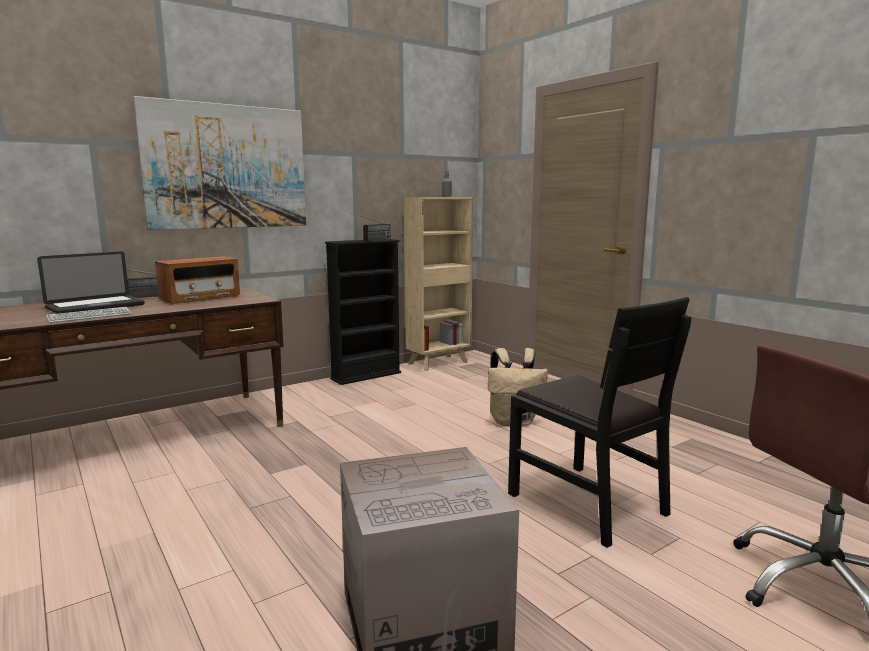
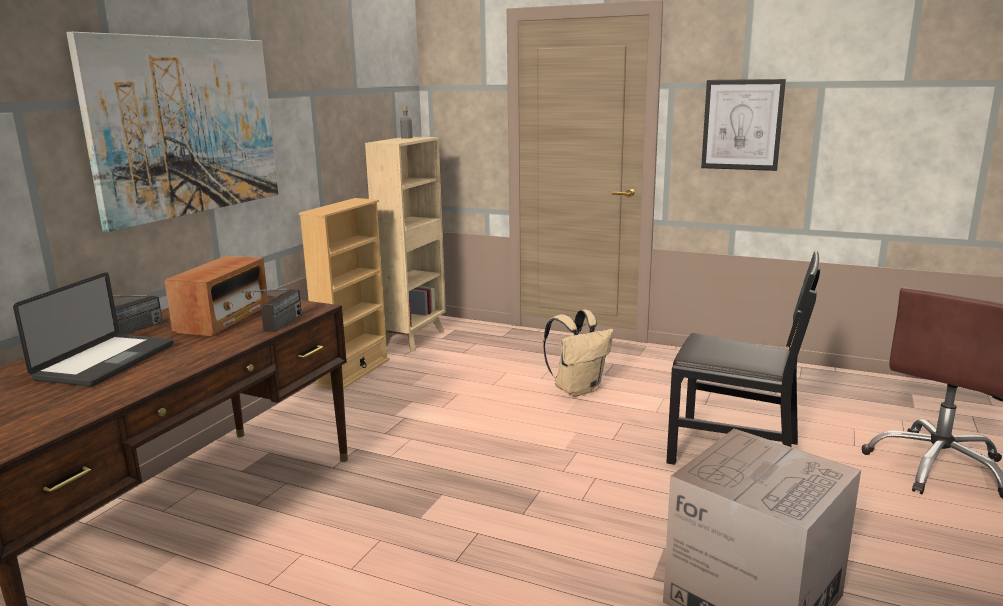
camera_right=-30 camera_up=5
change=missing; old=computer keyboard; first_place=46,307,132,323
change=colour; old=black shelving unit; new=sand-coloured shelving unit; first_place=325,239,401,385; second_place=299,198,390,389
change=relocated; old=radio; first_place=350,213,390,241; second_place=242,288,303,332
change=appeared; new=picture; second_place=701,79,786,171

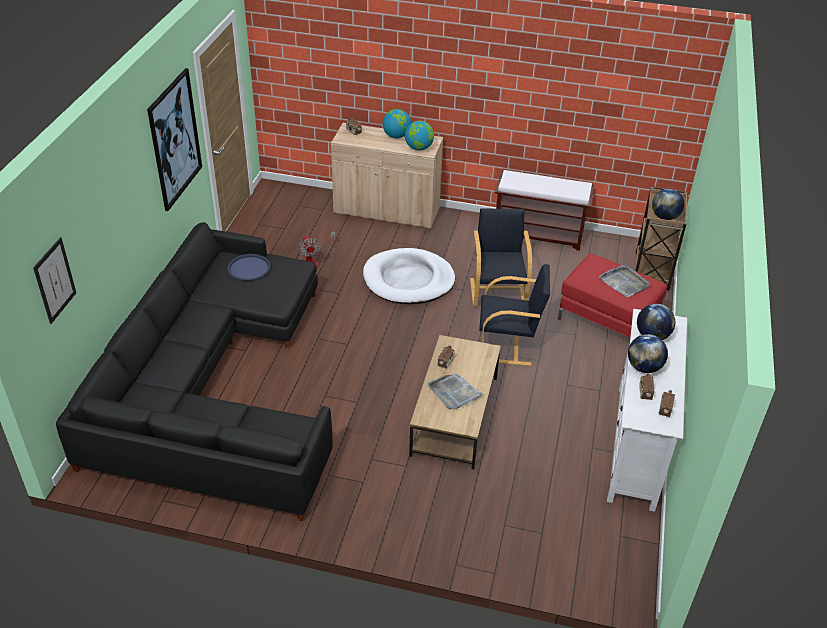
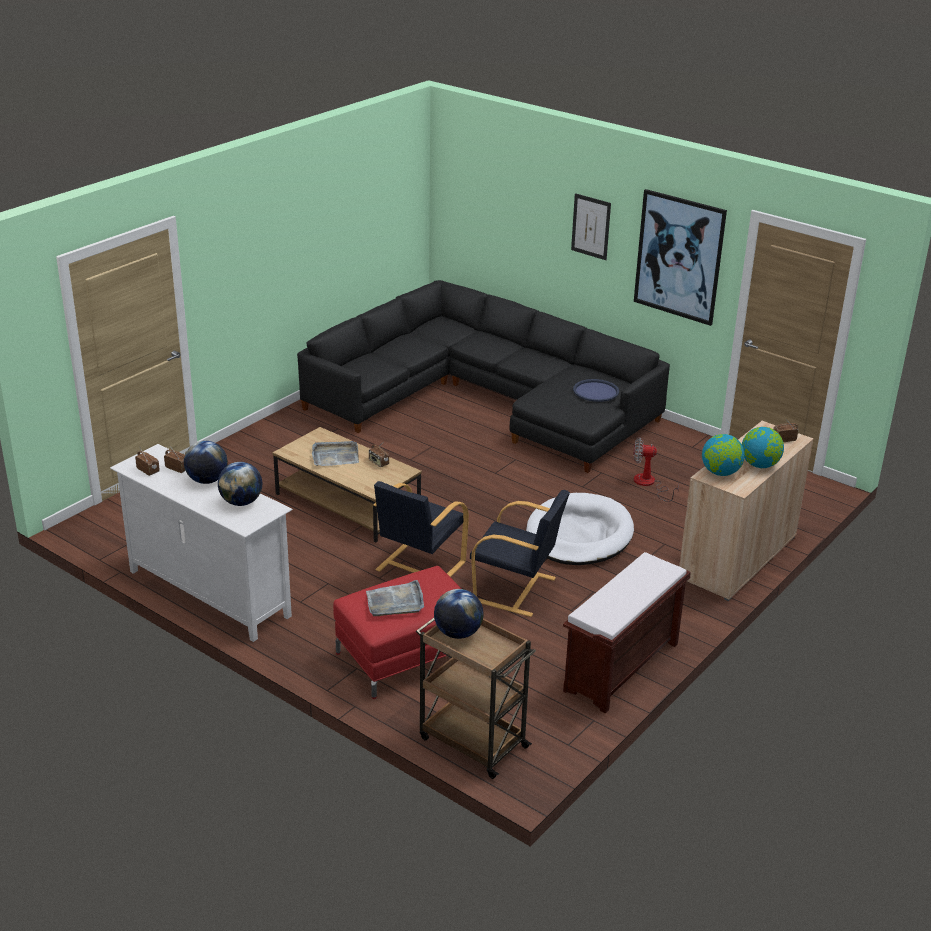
camera_right=115 camera_up=-10
change=relocated; old=picture; first_place=33,237,76,324; second_place=571,193,611,260

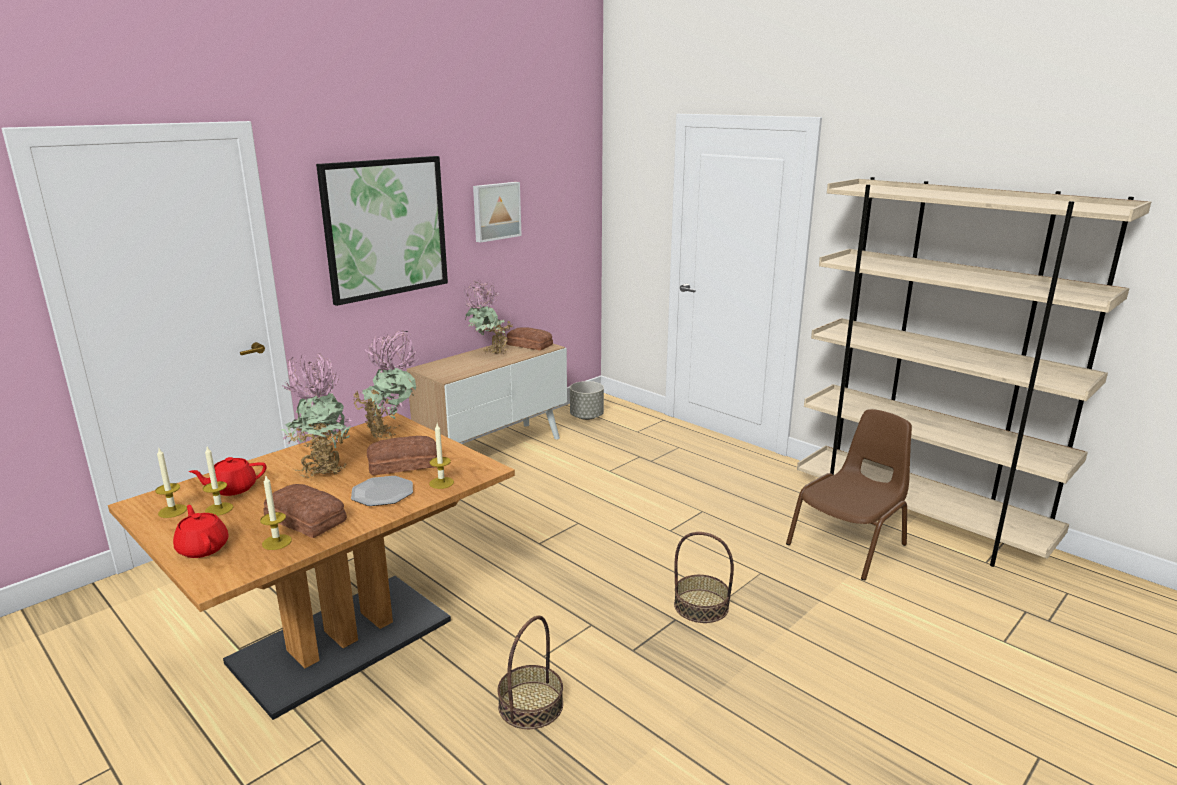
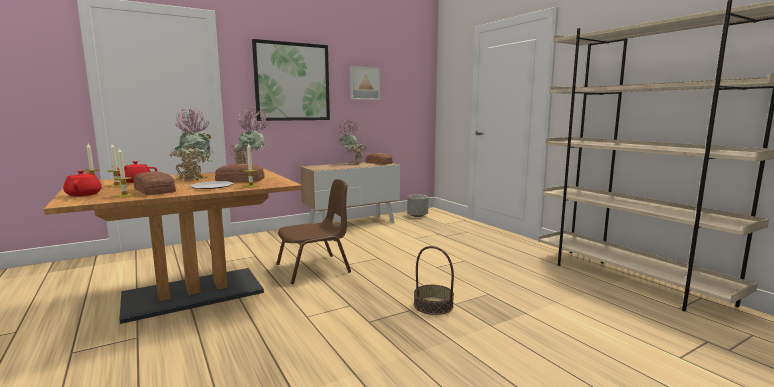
camera_right=15 camera_up=-10
change=missing; old=storage basket; first_place=498,616,563,729
change=relocated; old=brownish chair; first_place=786,409,912,580; second_place=277,179,351,284

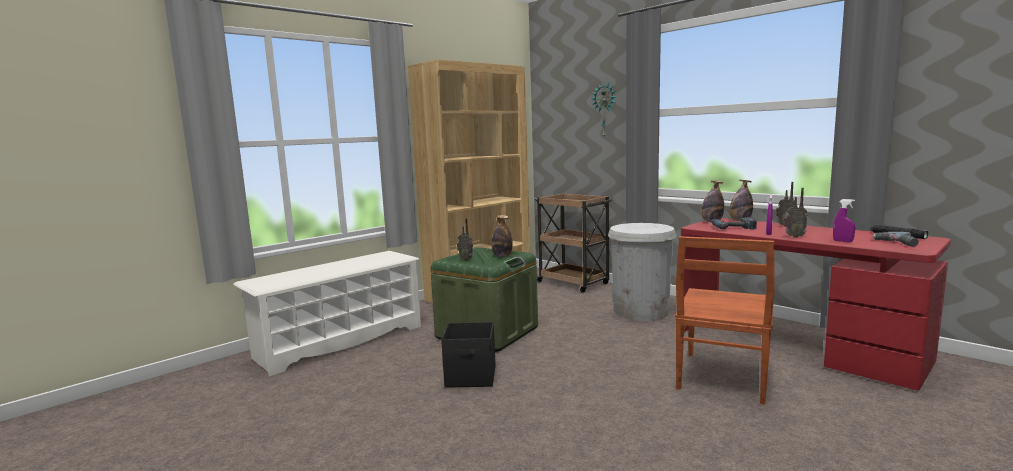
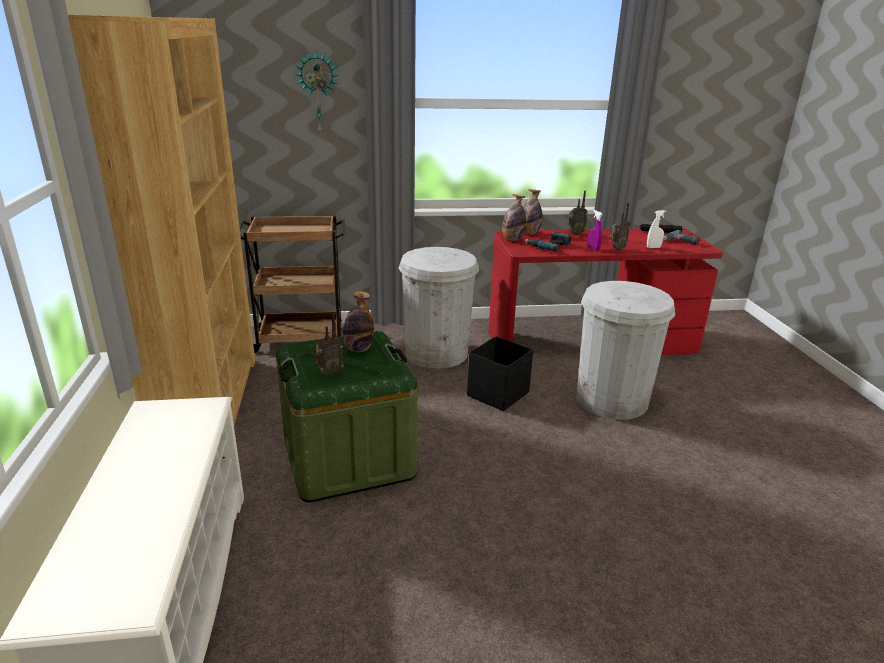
camera_right=-55 camera_up=15
change=relocated; old=black storage container; first_place=441,322,496,388; second_place=467,336,533,411
change=exchanged; old=brownish chair; new=whitish rubbish bin; first_place=675,236,775,404; second_place=576,281,675,419
change=colour; old=purplish spray bottle; new=whitish spray bottle; first_place=833,199,855,242; second_place=647,210,666,248

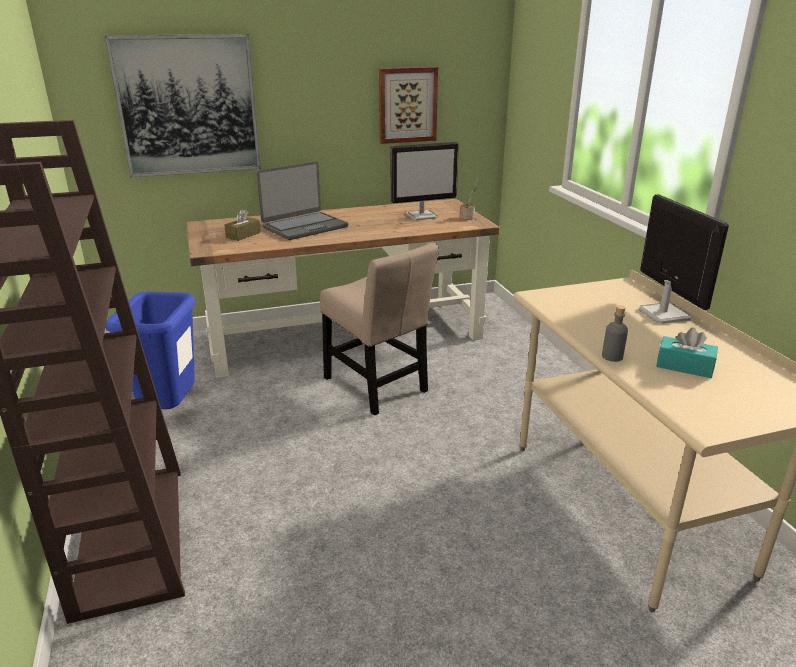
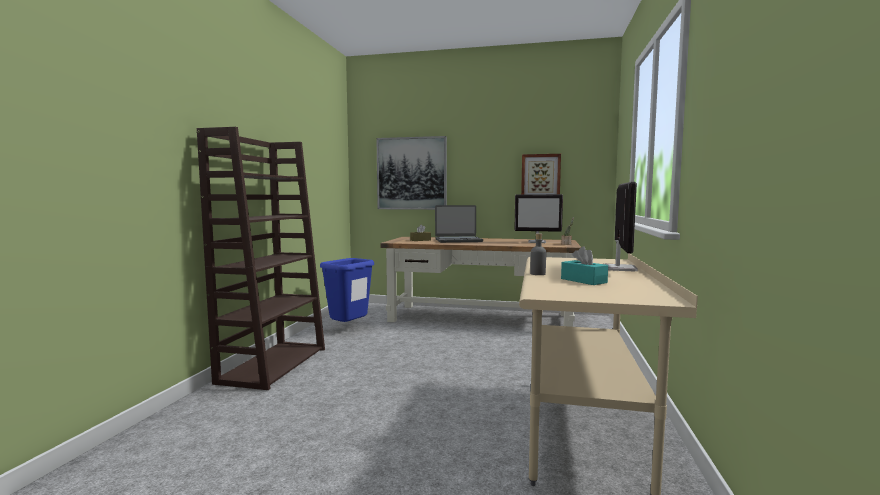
camera_right=30 camera_up=-20
change=missing; old=sand-coloured chair; first_place=320,243,439,415

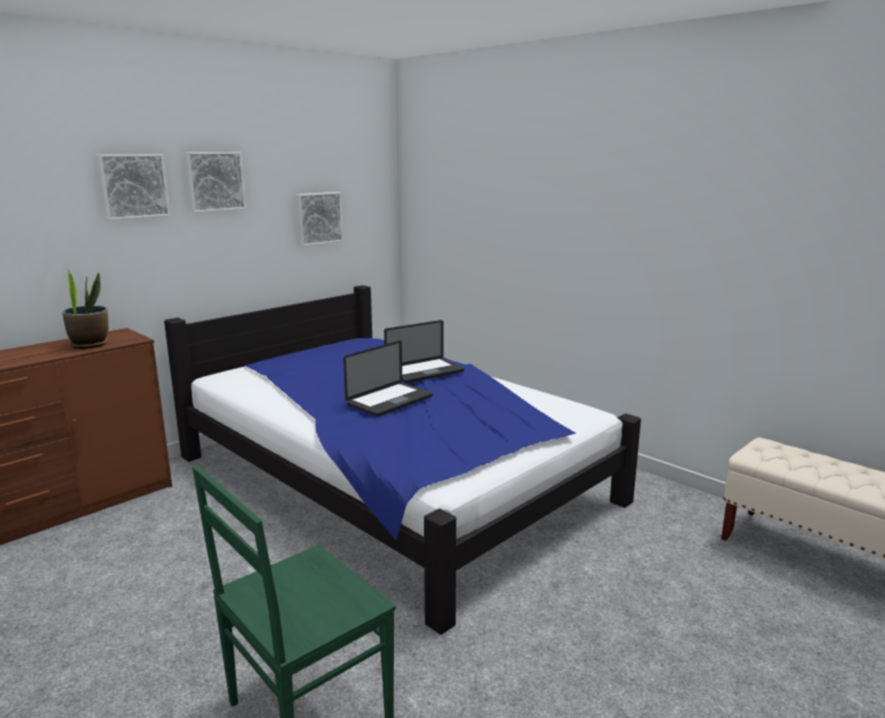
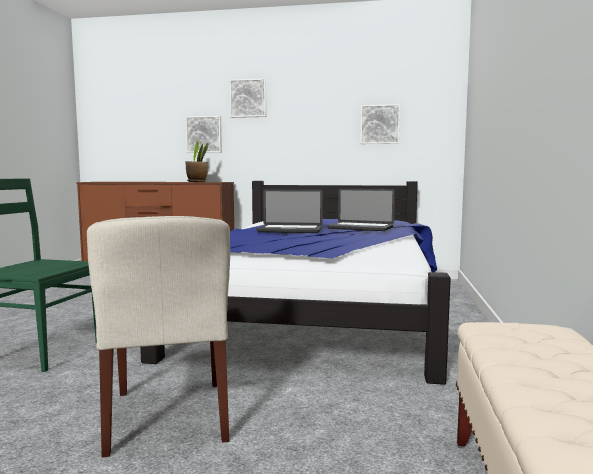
camera_right=55 camera_up=-10
change=relocated; old=picture; first_place=184,152,246,213; second_place=186,116,222,153
change=appeared; new=sand-coloured chair; second_place=87,216,230,457

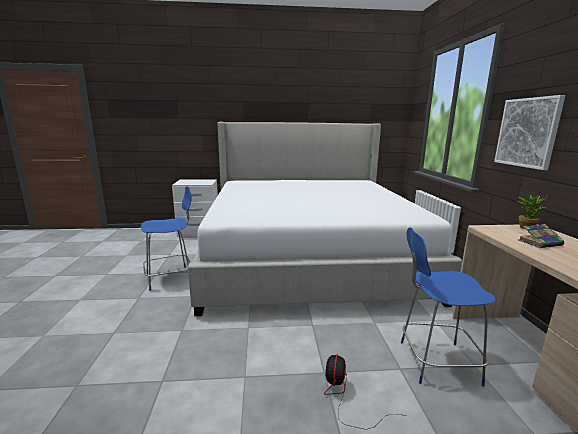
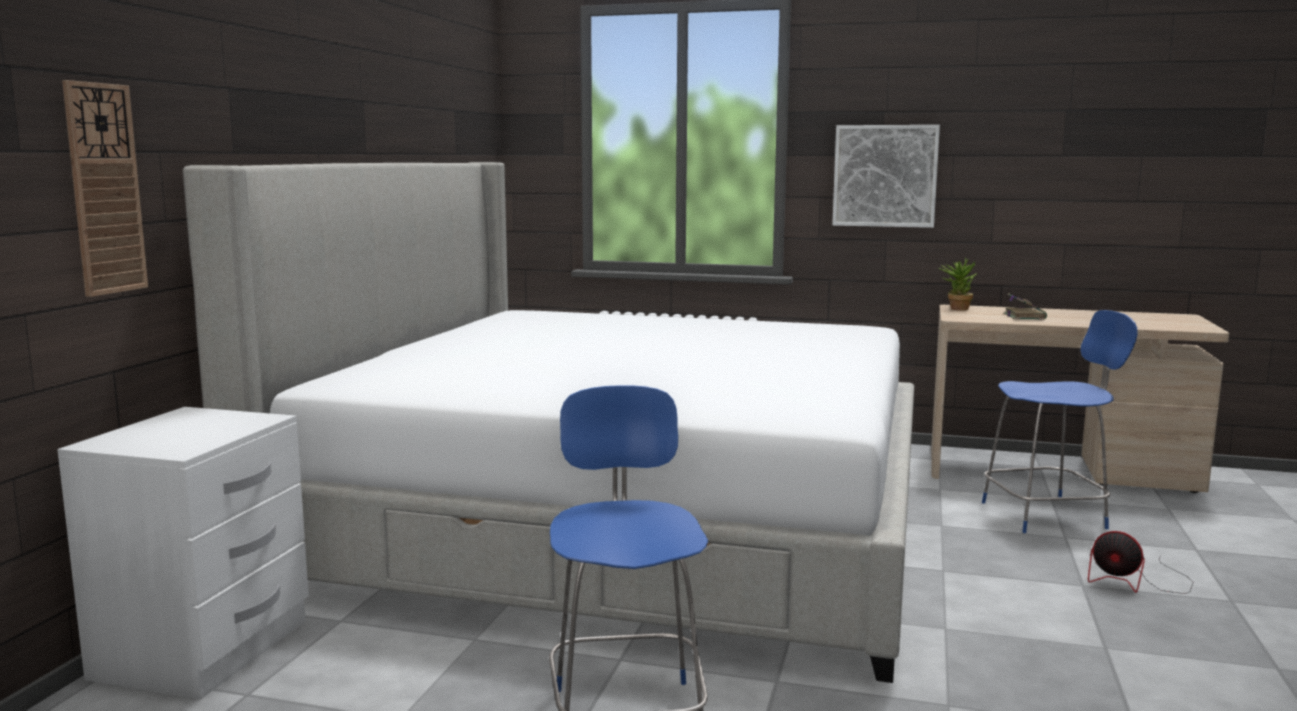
camera_right=-70 camera_up=-5
change=spun; old=blue chair; first_place=401,227,495,387; second_place=982,310,1138,533; degrees=-120
change=appeared; new=hanging clock; second_place=62,80,148,297

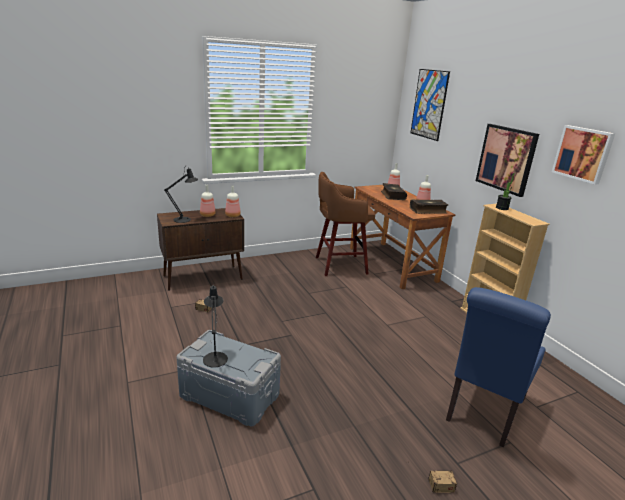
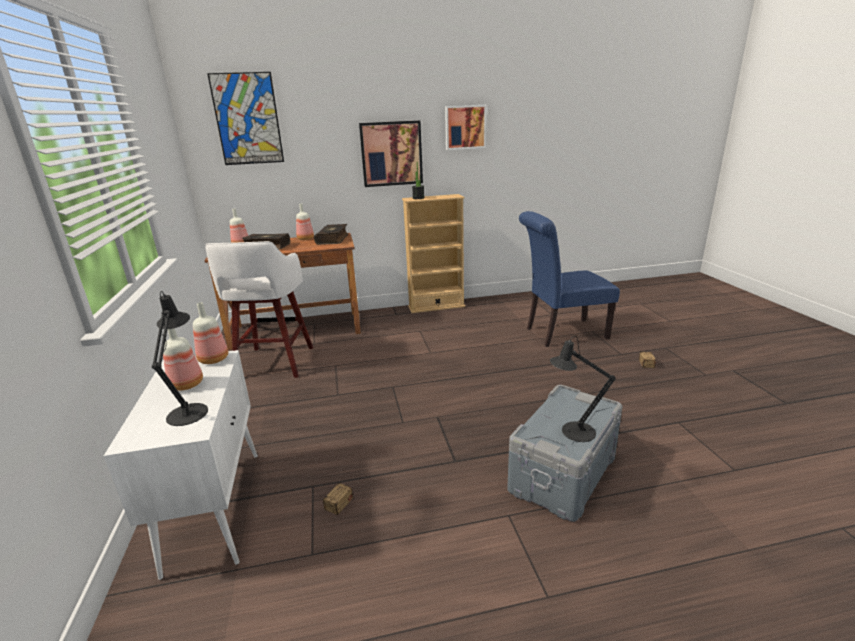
camera_right=-75 camera_up=0
change=colour; old=brownish storage cabinet; new=whitish storage cabinet; first_place=157,208,244,291; second_place=104,350,258,580
change=colour; old=brownish sitting stool; new=whitish sitting stool; first_place=316,172,375,276; second_place=206,241,313,378
change=spun; old=blue chair; first_place=446,287,551,447; second_place=519,211,620,347; degrees=120

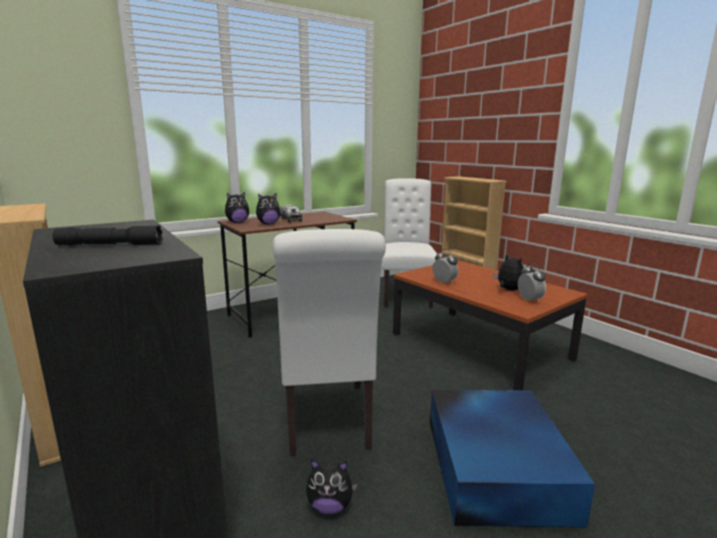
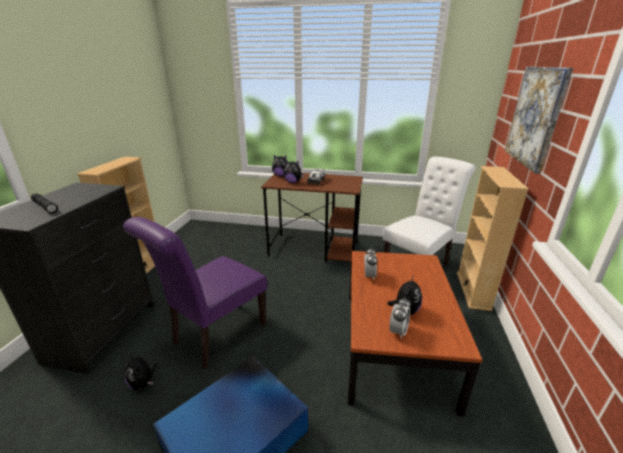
camera_right=45 camera_up=10
change=colour; old=whitish chair; new=purplish chair; first_place=273,229,386,456; second_place=123,217,267,369
change=appeared; new=picture; second_place=505,67,573,174

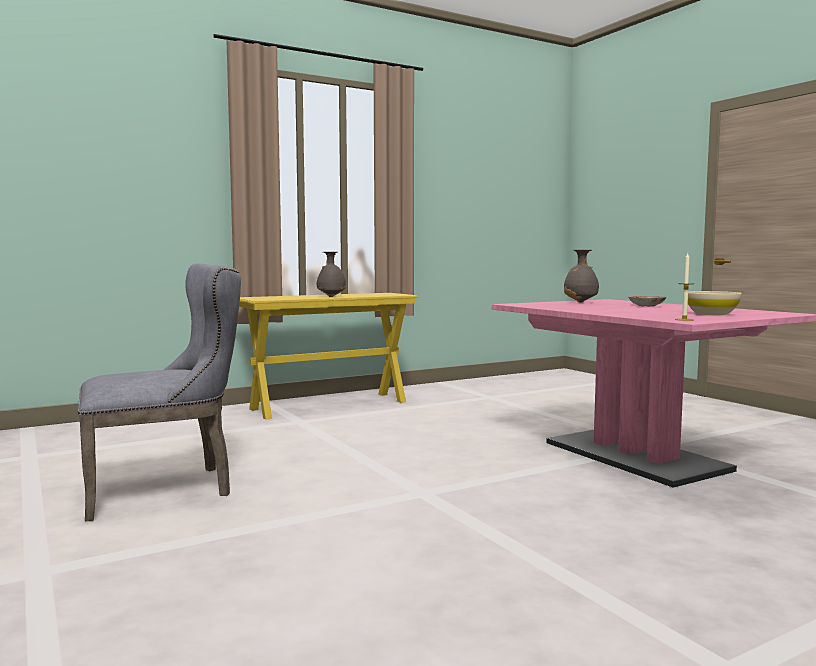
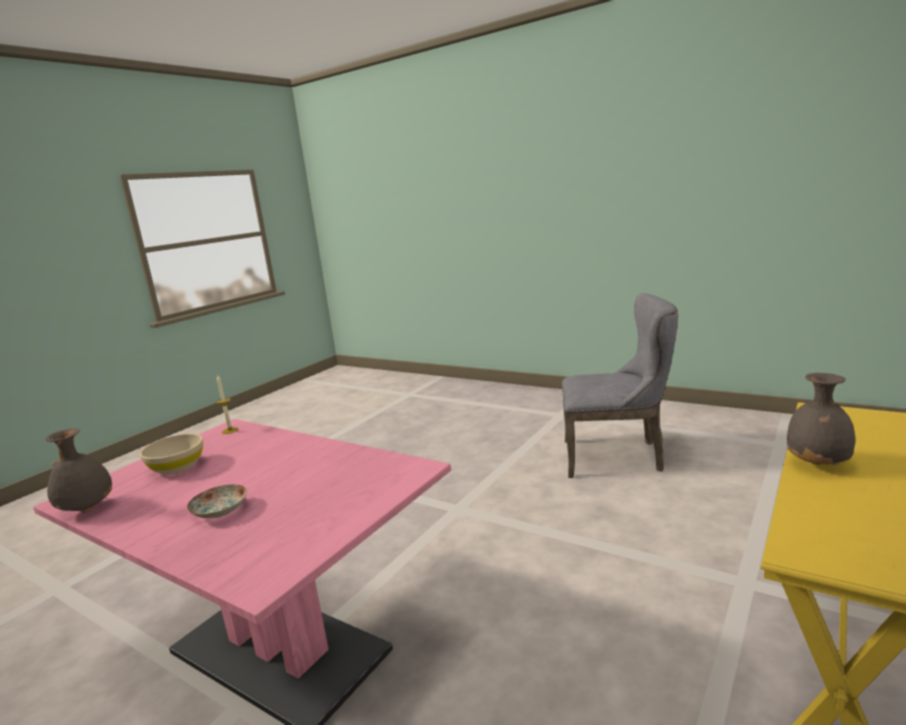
camera_right=155 camera_up=10
change=spun; old=greyish chair; first_place=78,263,241,522; second_place=561,293,678,478; degrees=-120
change=relocated; old=greyish vase; first_place=564,250,599,302; second_place=45,428,112,512

